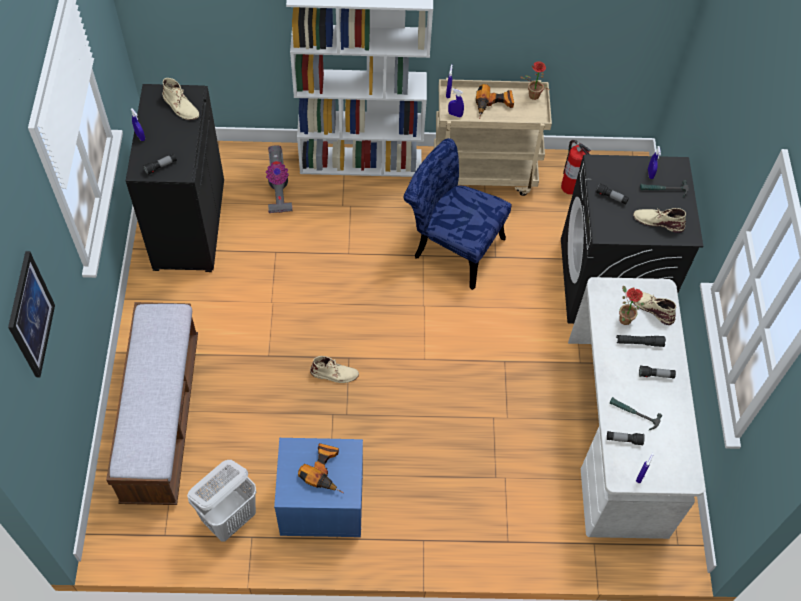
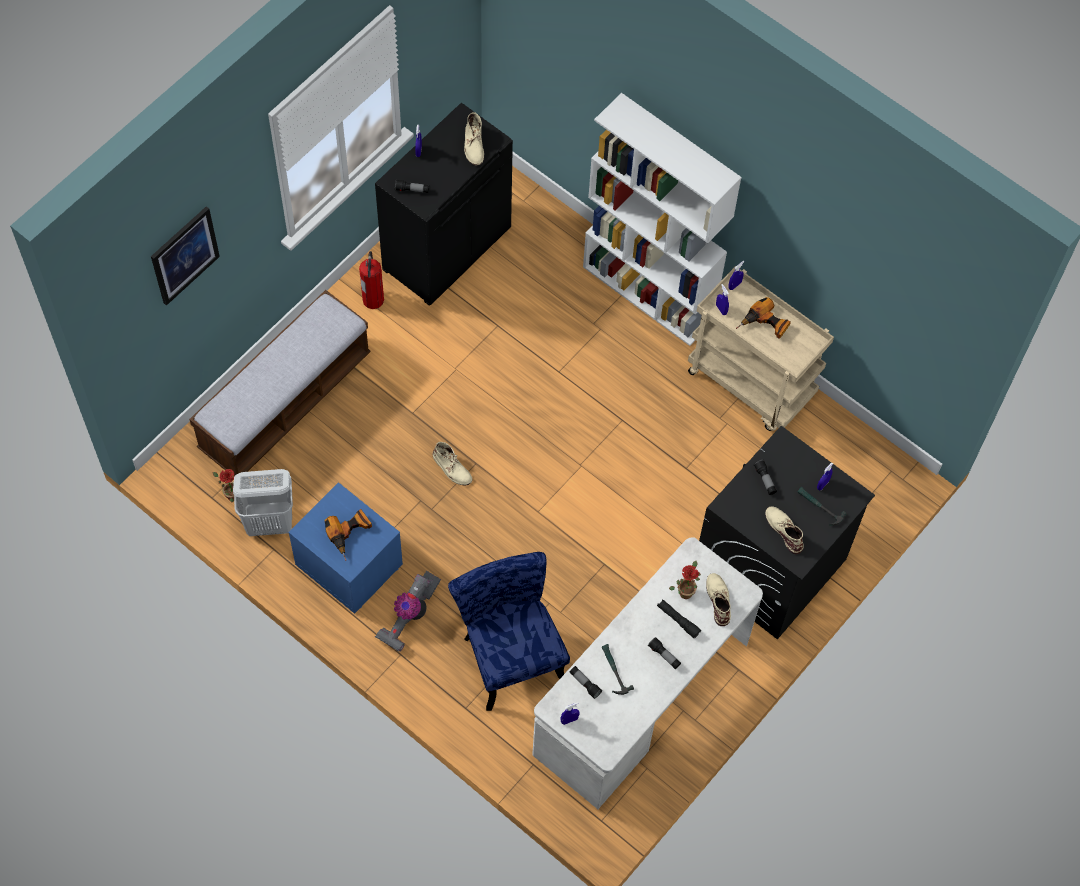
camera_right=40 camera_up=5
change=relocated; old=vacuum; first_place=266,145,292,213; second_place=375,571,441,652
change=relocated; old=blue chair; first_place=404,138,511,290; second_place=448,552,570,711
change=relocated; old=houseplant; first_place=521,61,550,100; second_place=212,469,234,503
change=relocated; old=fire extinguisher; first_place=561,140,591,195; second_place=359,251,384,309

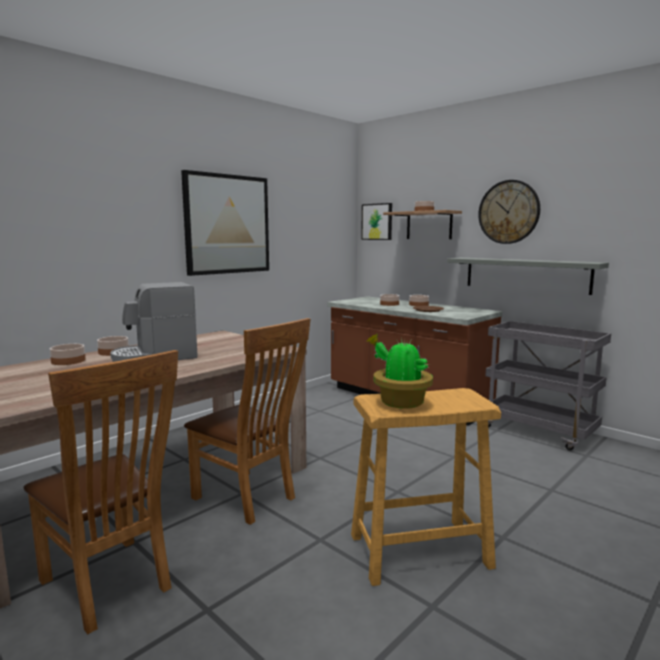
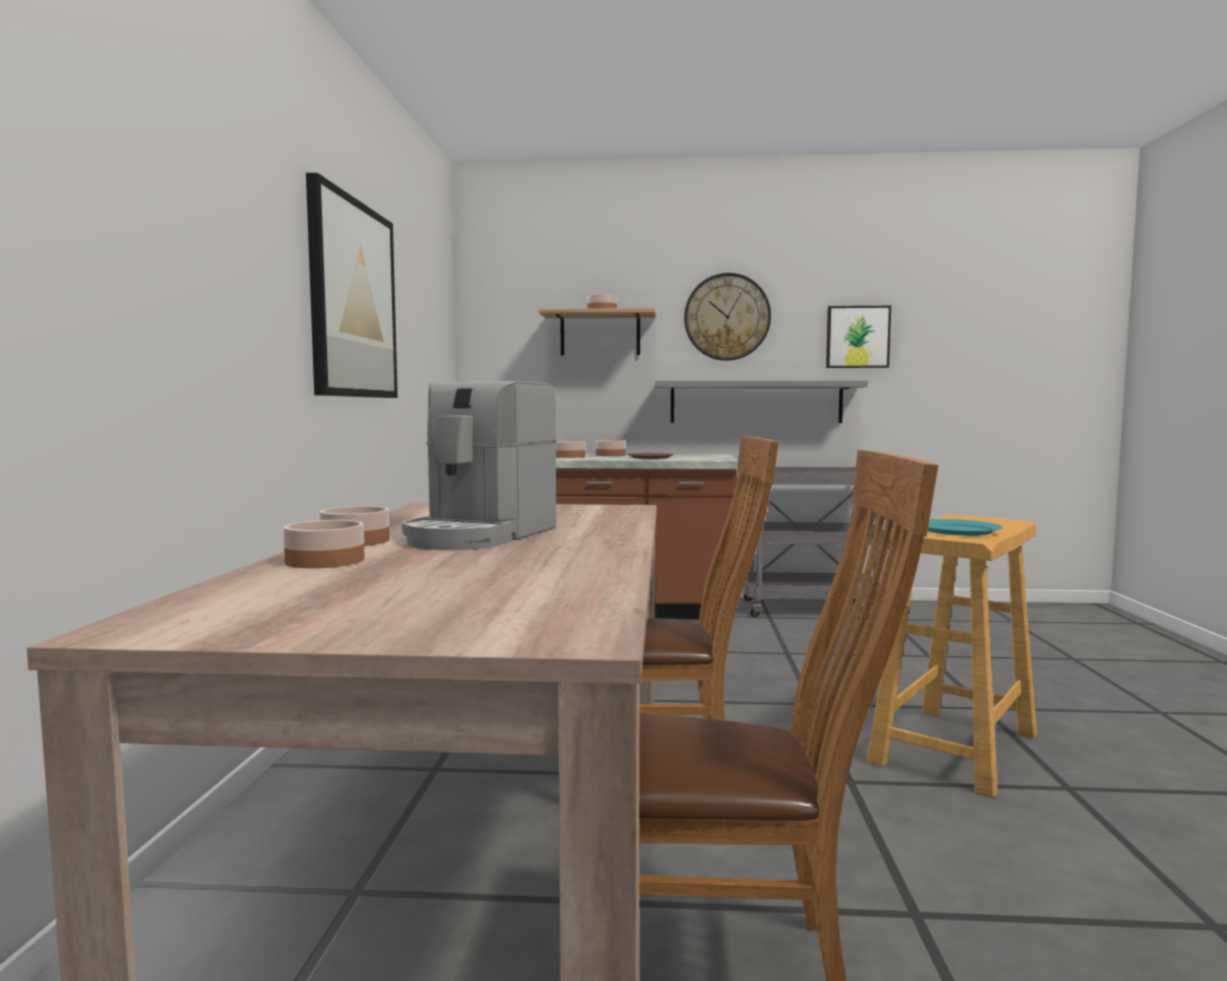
camera_right=-40 camera_up=-5
change=relocated; old=picture; first_place=361,203,392,240; second_place=826,306,891,368
change=exchanged; old=houseplant; new=blue-green plate; first_place=367,334,433,409; second_place=928,519,1002,536

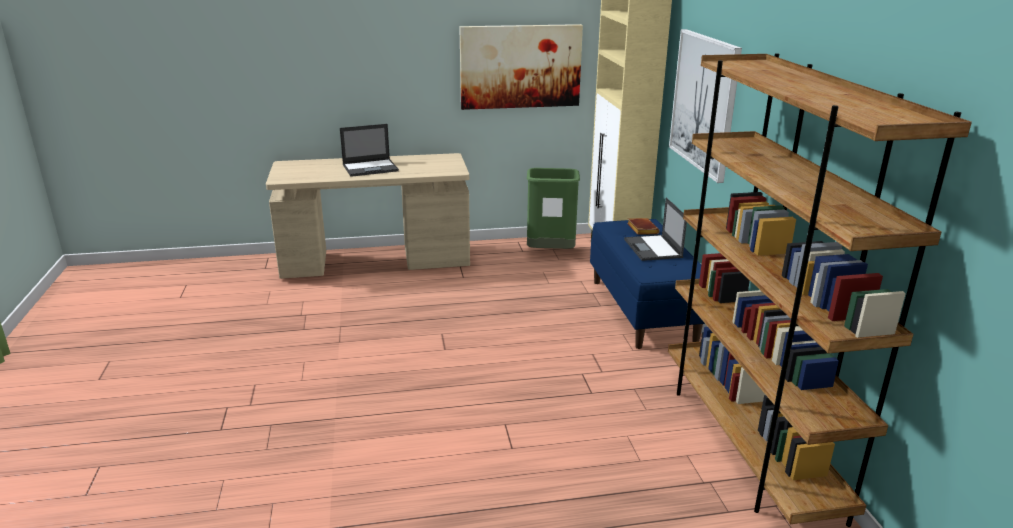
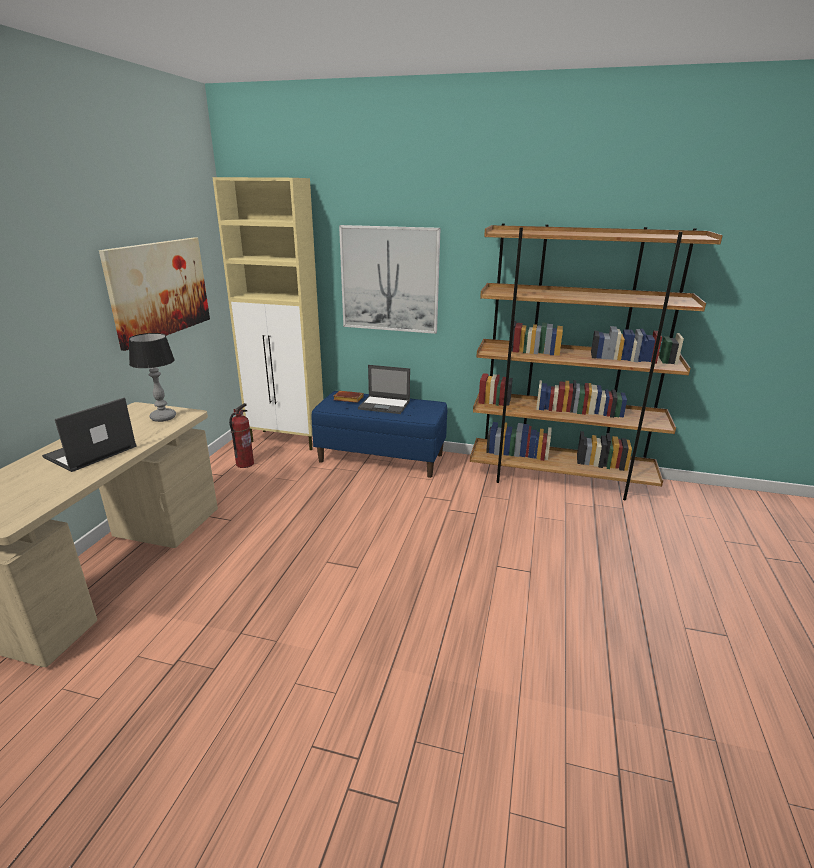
camera_right=-65 camera_up=0
change=spun; old=notebook computer; first_place=340,124,399,177; second_place=42,397,137,472; degrees=-150
change=exchanged; old=green rubbish bin; new=fire extinguisher; first_place=527,168,580,249; second_place=229,403,254,468
change=appeared; new=lamp for a table; second_place=128,333,176,422

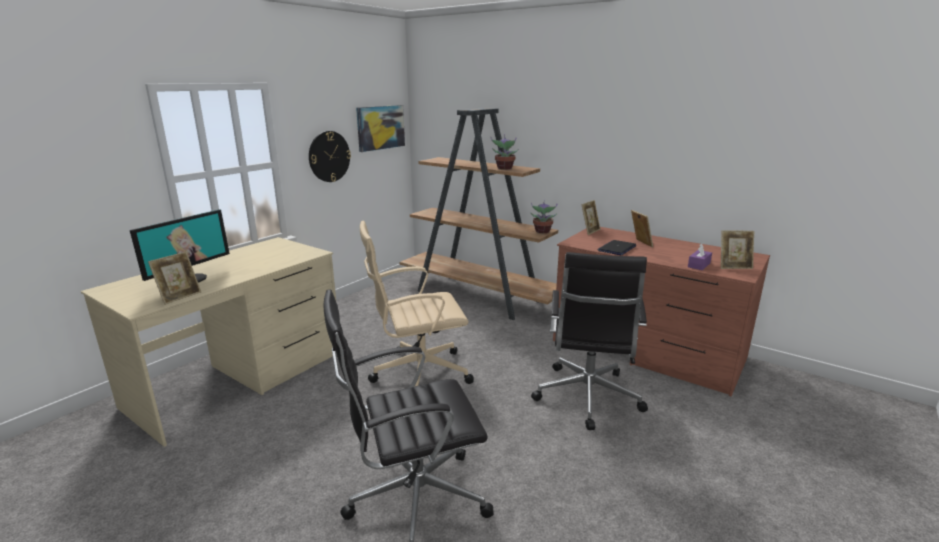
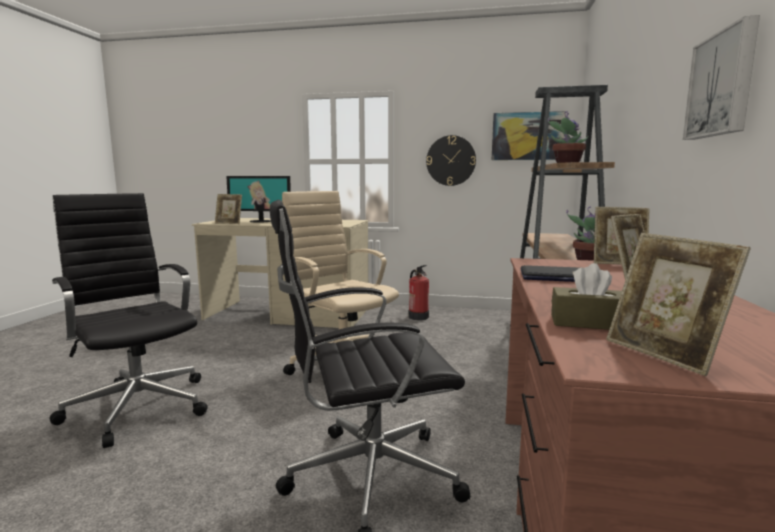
camera_right=65 camera_up=-10
change=colour; old=purplish tissue holder; new=brownish tissue holder; first_place=688,243,712,270; second_place=551,263,622,330
change=appeared; new=fire extinguisher; second_place=408,265,429,320
change=appeared; new=picture; second_place=683,15,760,140

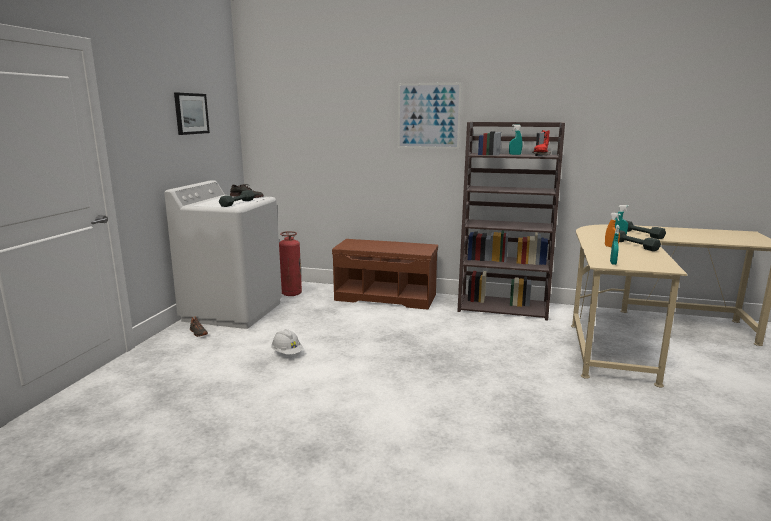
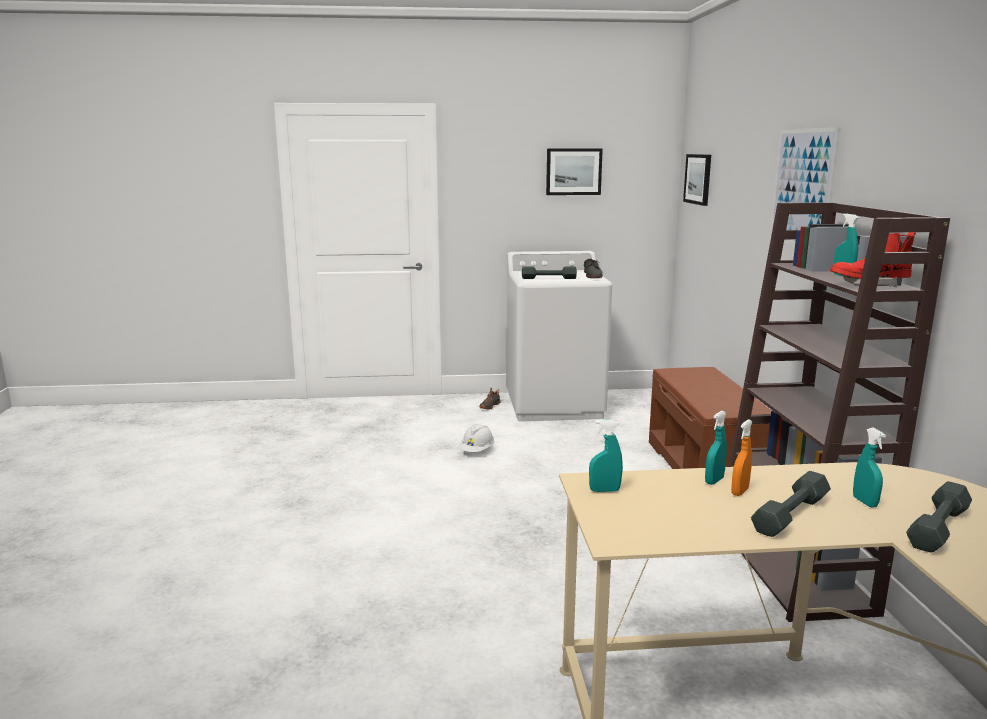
camera_right=70 camera_up=0
change=missing; old=fire extinguisher; first_place=279,231,302,296
change=appeared; new=picture; second_place=683,154,711,206
change=appeared; new=blue-green spray bottle; second_place=705,411,727,485

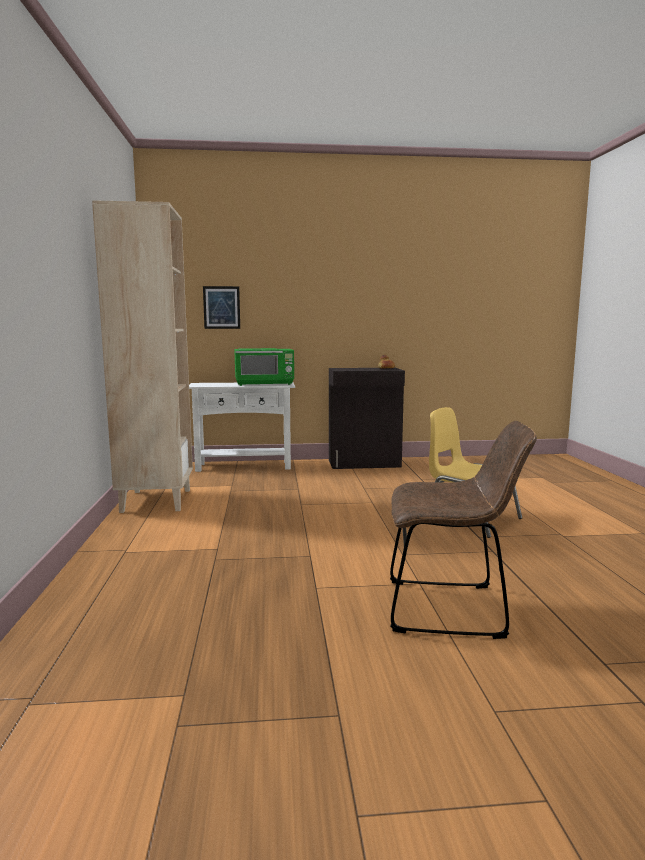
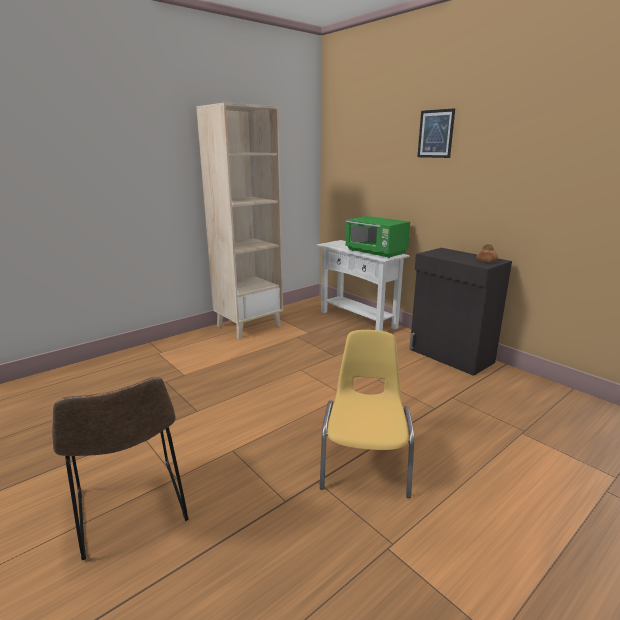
camera_right=55 camera_up=10
change=relocated; old=picture; first_place=203,286,240,329; second_place=417,108,455,158

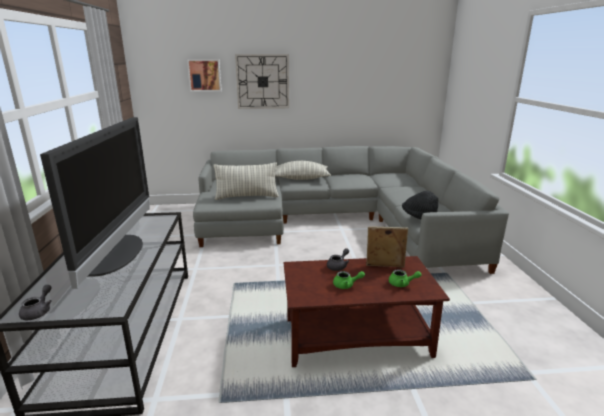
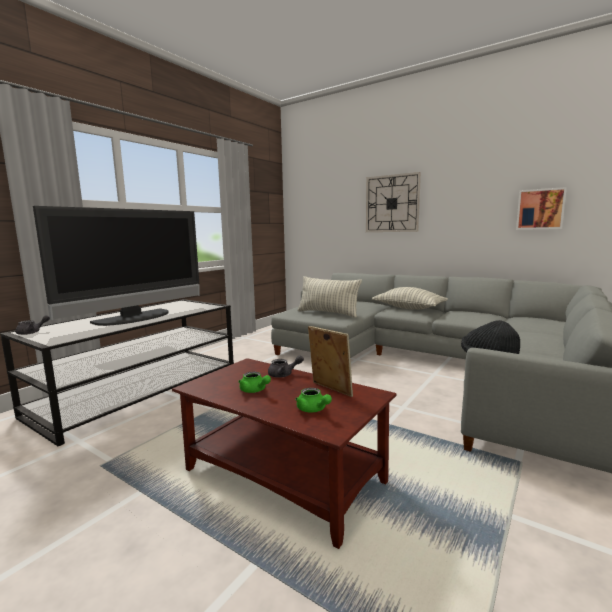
camera_right=40 camera_up=-10
change=relocated; old=picture; first_place=187,59,222,92; second_place=516,187,567,230

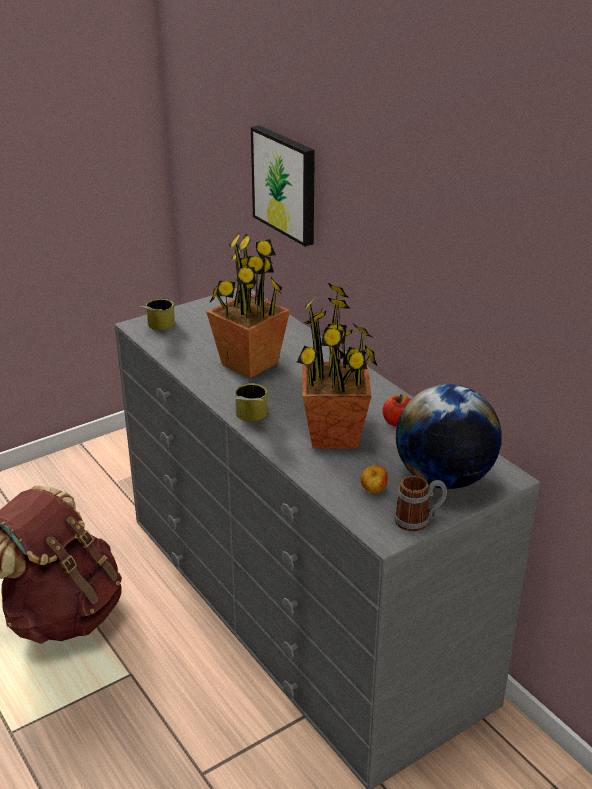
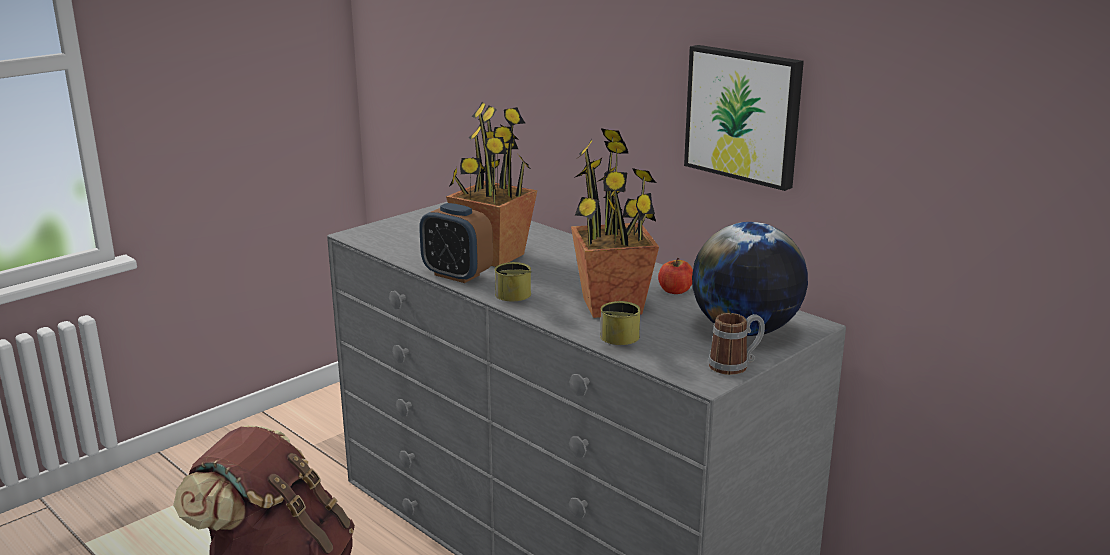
camera_right=-10 camera_up=-10
change=relocated; old=can; first_place=138,299,175,330; second_place=600,301,641,345
change=relocated; old=picture; first_place=251,125,315,247; second_place=684,45,804,191
change=missing; old=apple; first_place=361,465,388,493
change=appeared; new=alarm clock; second_place=419,203,493,283

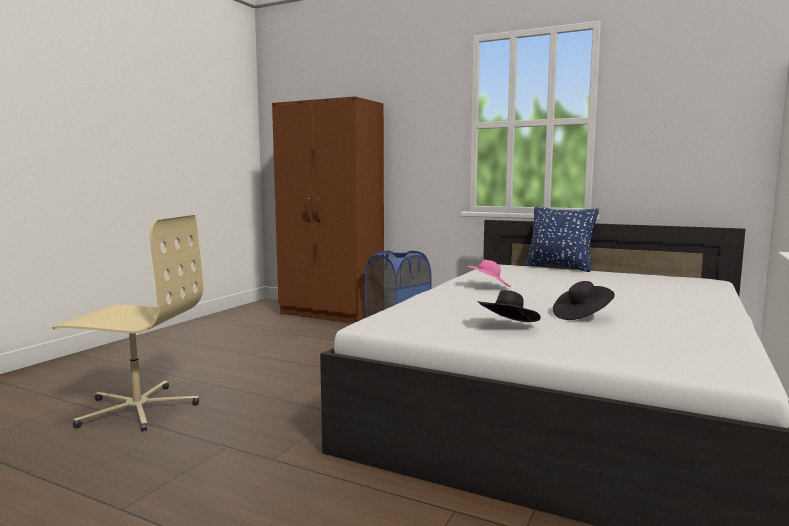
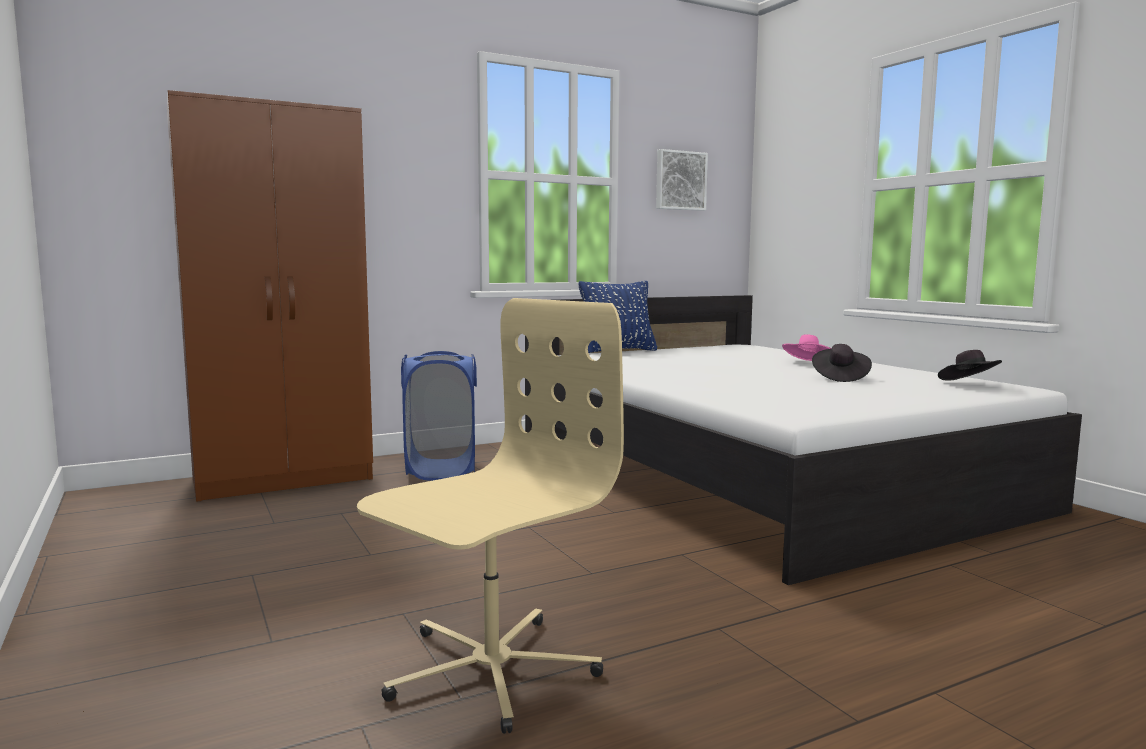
camera_right=-55 camera_up=0
change=relocated; old=pink clothing hat; first_place=466,260,511,287; second_place=782,334,831,361
change=relocated; old=black clothing hat; first_place=477,290,541,322; second_place=938,350,1002,380
change=appeared; new=picture; second_place=656,149,708,211

